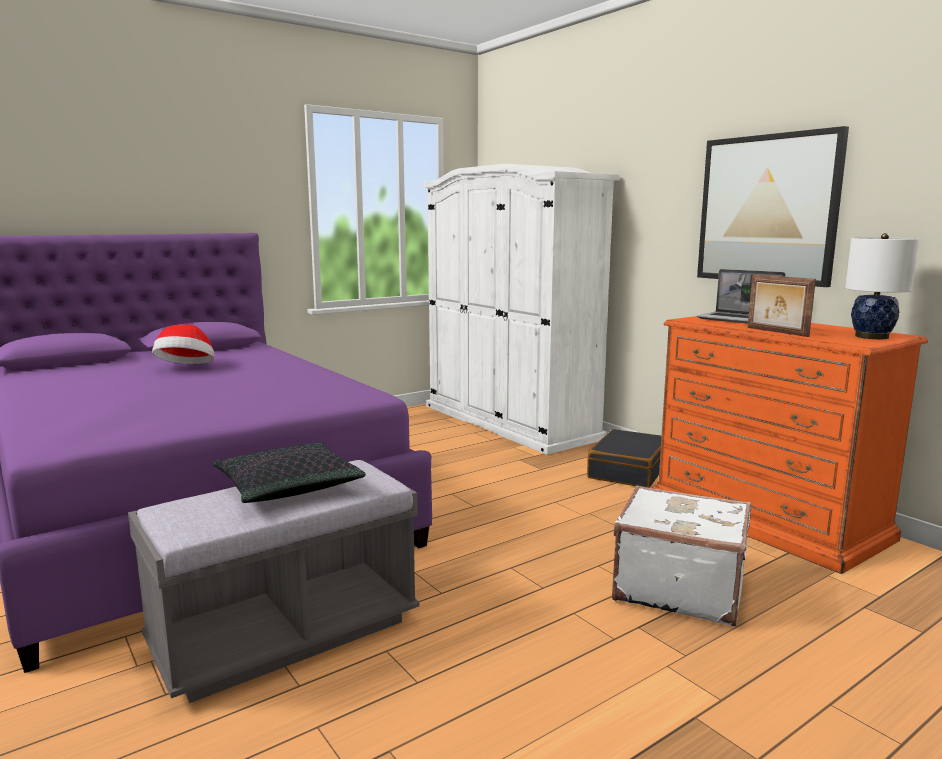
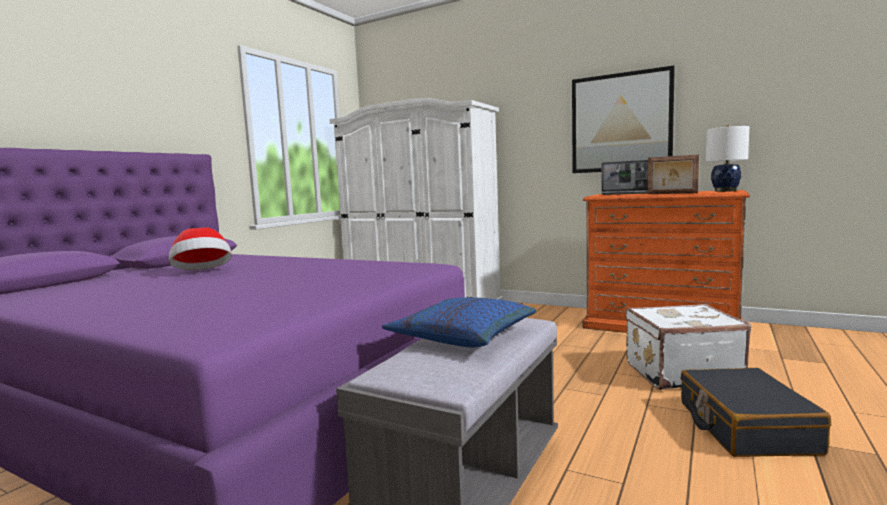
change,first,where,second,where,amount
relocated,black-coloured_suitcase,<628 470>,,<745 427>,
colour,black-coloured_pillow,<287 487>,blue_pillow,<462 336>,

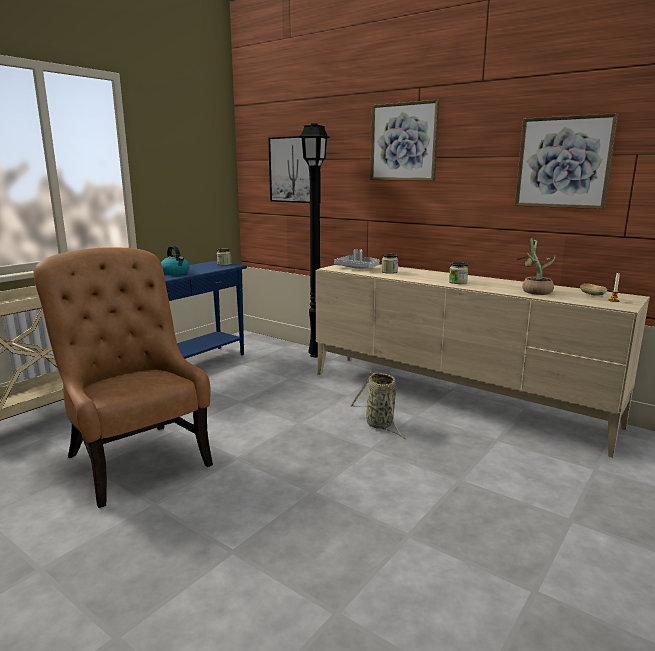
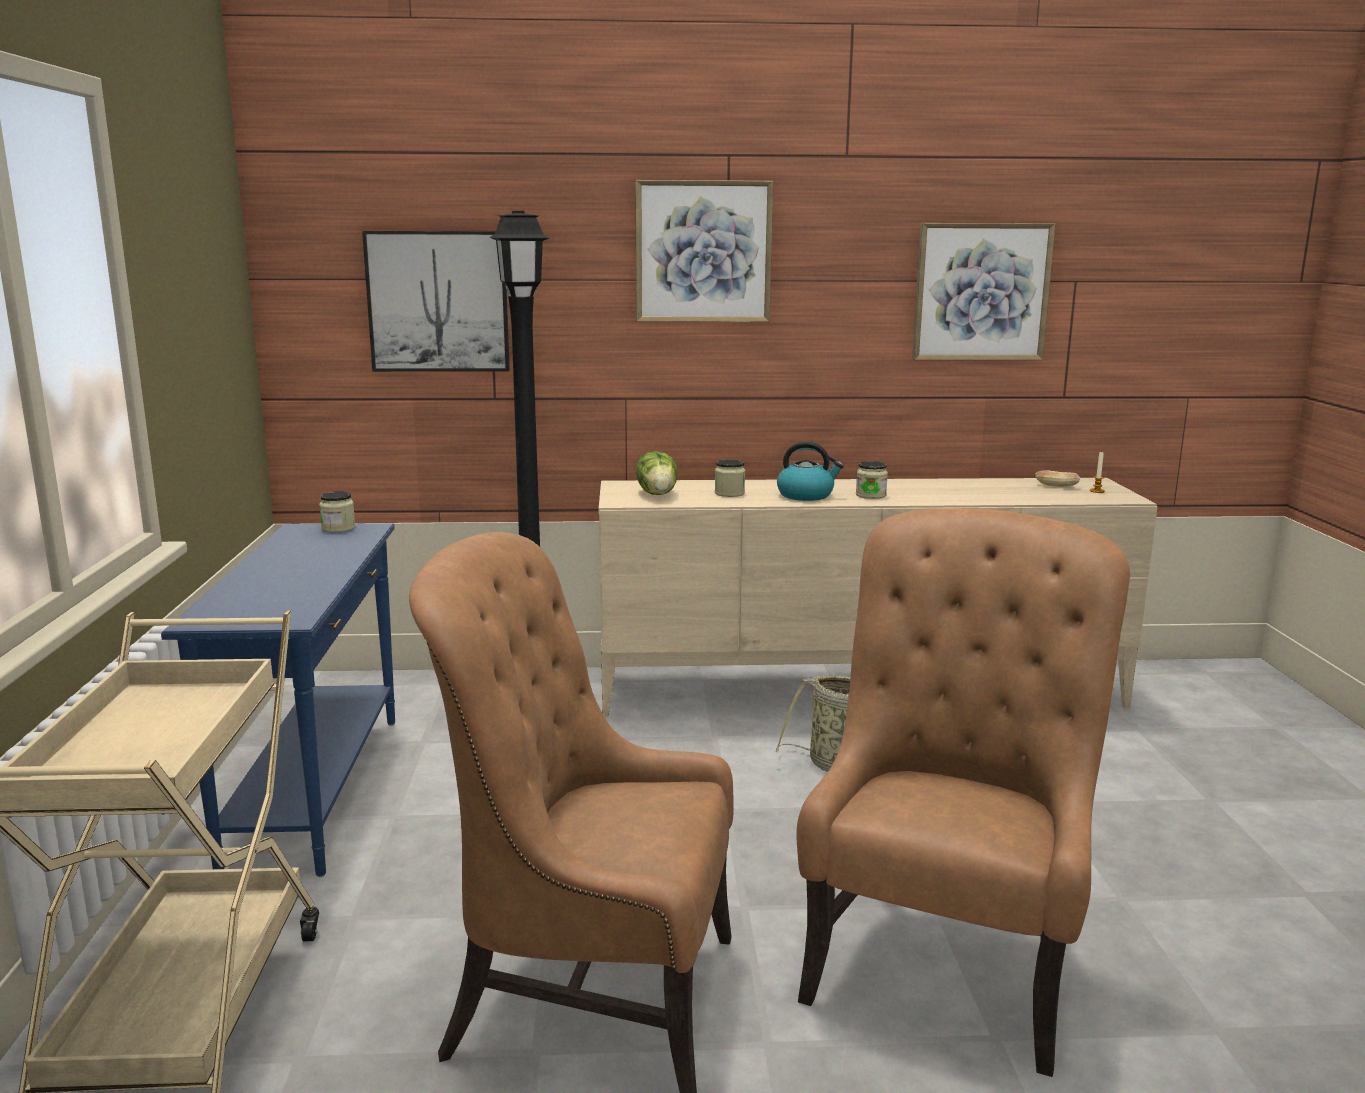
change,first,where,second,where,amount
missing,potted_plant,<534 291>,,,
appeared,,,brownish_chair,<946 960>,
relocated,kettle,<175 273>,,<806 495>,
exchanged,gray_tray,<357 268>,lettuce_head,<658 494>,

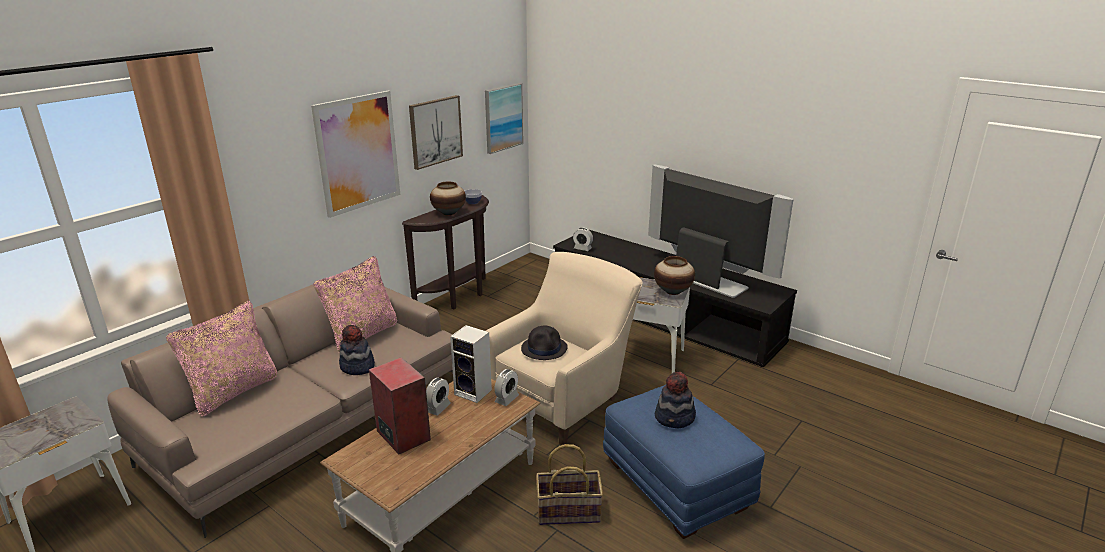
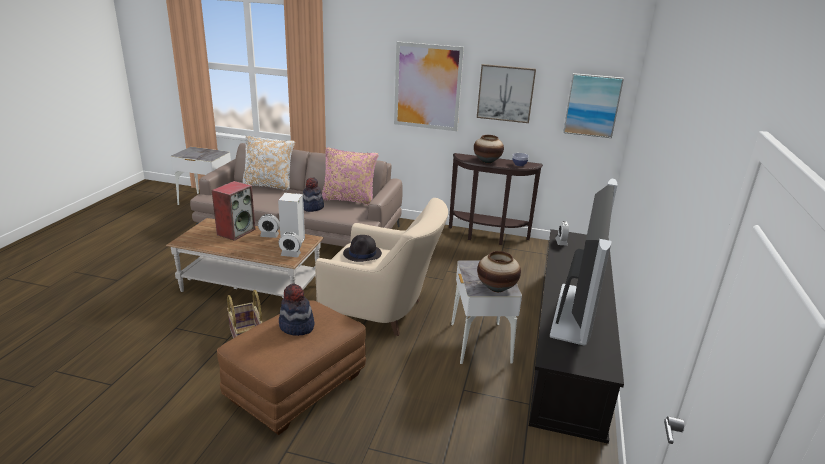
change,first,where,second,where,amount
colour,pinkish_pillow,<235 392>,whitish_pillow,<269 186>,
colour,blue_pouffe,<677 484>,brownish_pouffe,<297 388>,

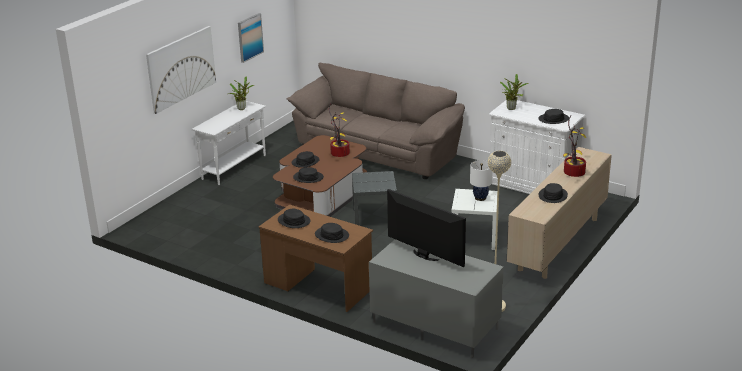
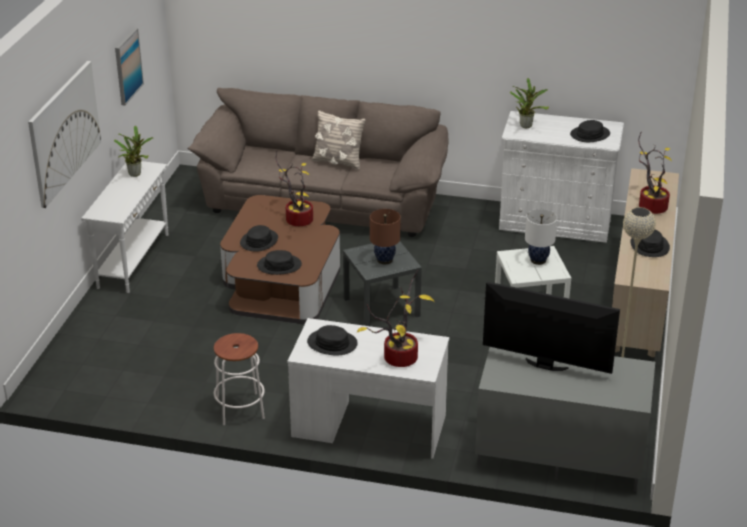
change,first,where,second,where,amount
appeared,,,whitish_stool_seat,<240 408>,
appeared,,,beige_pillow,<338 162>,
appeared,,,brownish_lamp_for_a_table,<385 260>,
exchanged,black-coloured_wearable_hat,<332 235>,potted_plant,<400 356>,
colour,brownish_desk_table,<318 286>,whitish_desk_table,<369 426>,

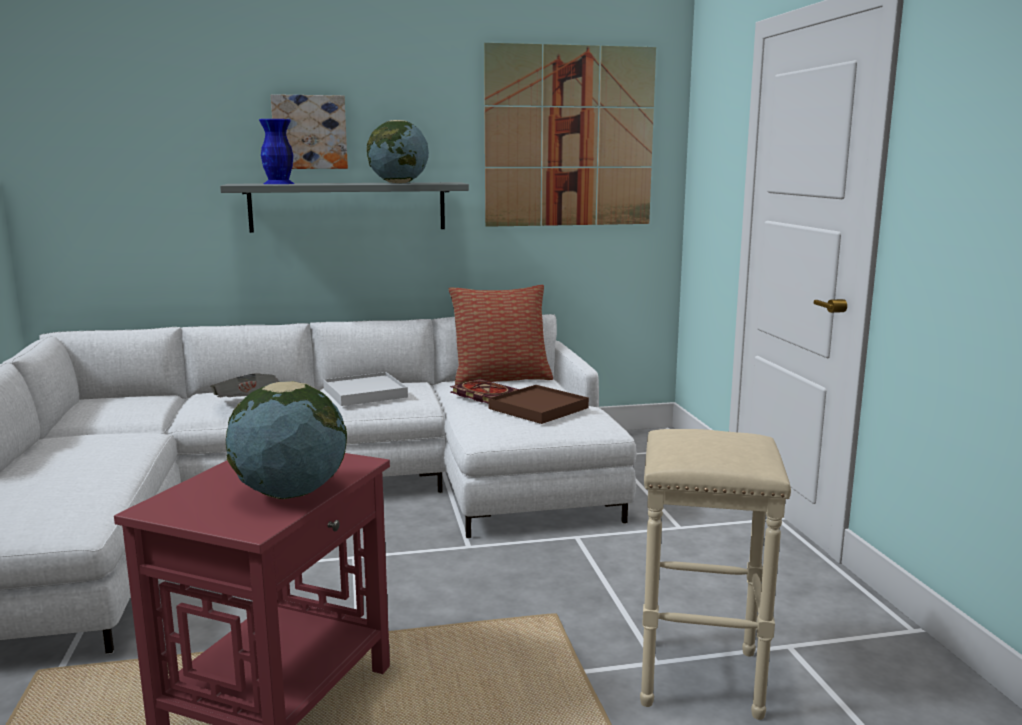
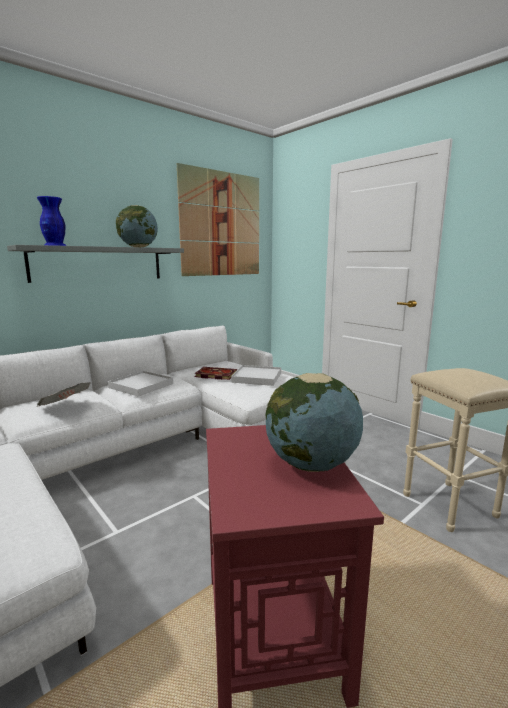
change,first,where,second,where,amount
missing,picture,<310 132>,,,
missing,pillow,<501 379>,,,
colour,brownish_tray,<538 408>,whitish_tray,<257 377>,

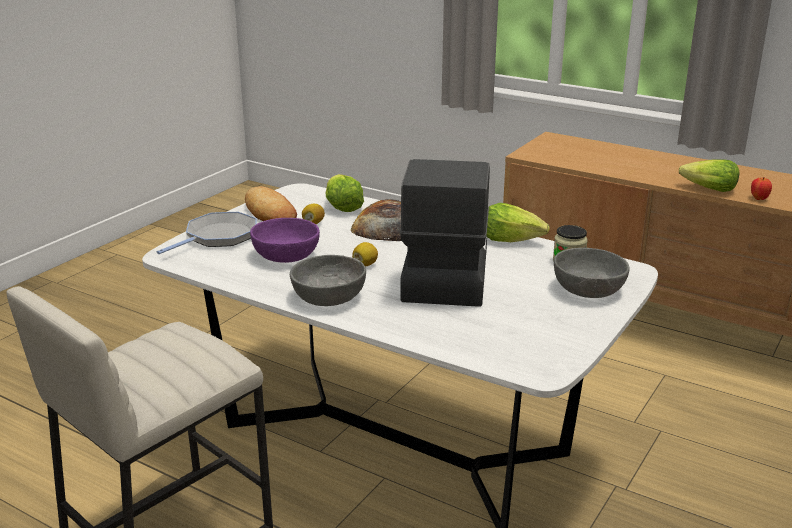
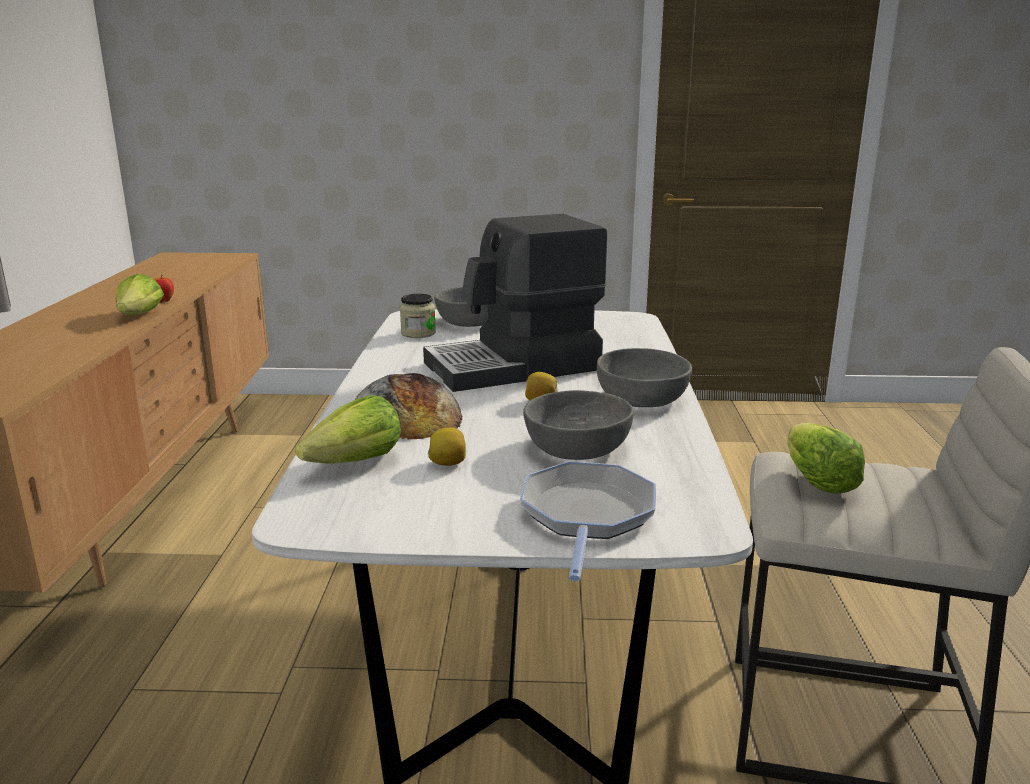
change,first,where,second,where,amount
missing,bread,<270 212>,,,
relocated,lettuce_head,<511 240>,,<816 480>,
colour,purple-coloured_bowl,<286 255>,gray_bowl,<576 448>,
spun,skillet,<218 237>,,<587 516>,90 degrees clockwise

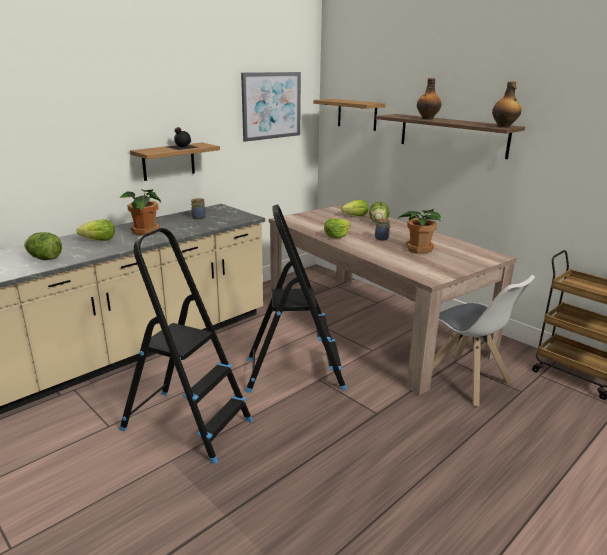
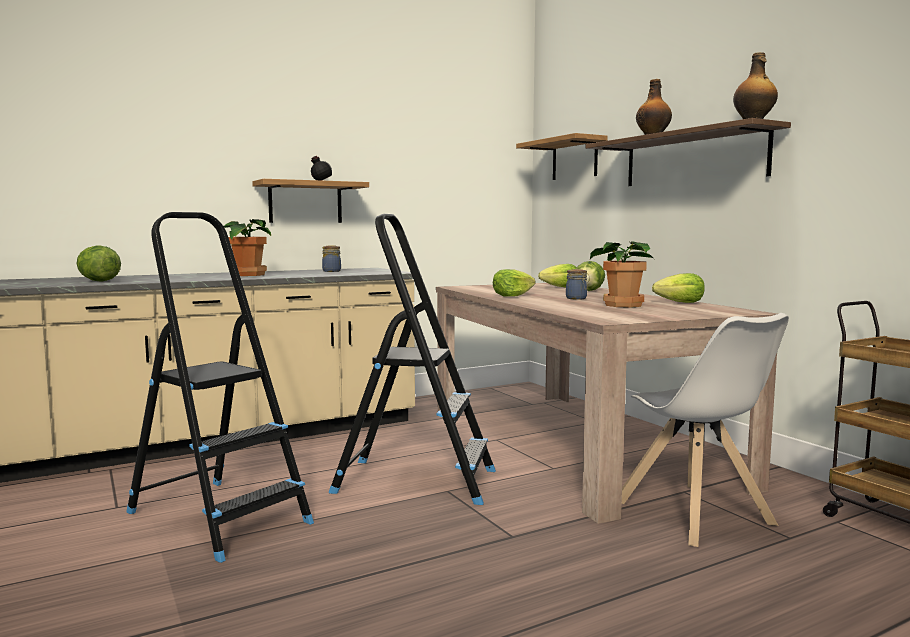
change,first,where,second,where,amount
missing,picture,<271 105>,,,
relocated,lettuce_head,<99 240>,,<680 302>,

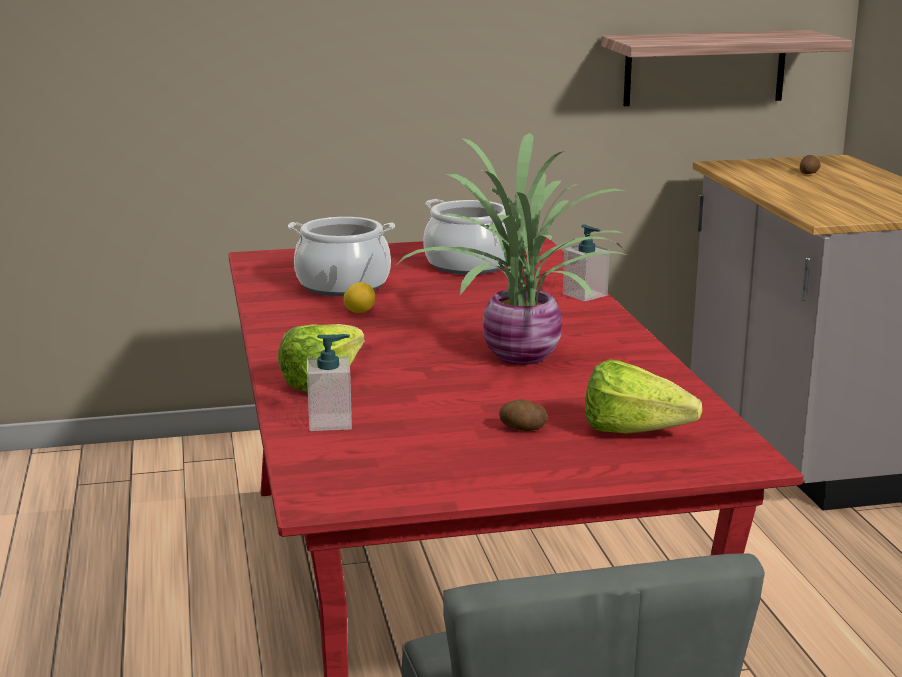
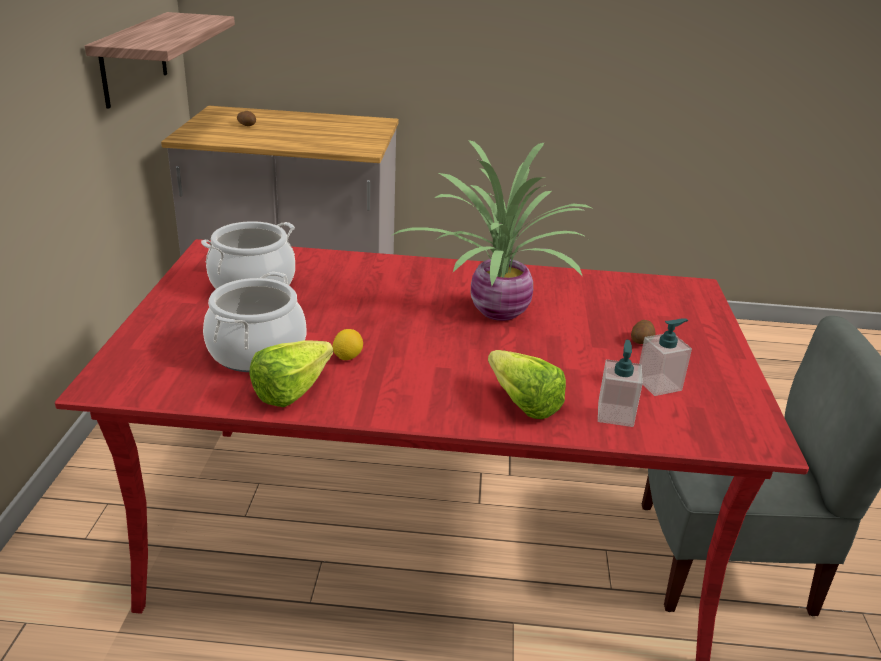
change,first,where,second,where,amount
relocated,soap_dispenser,<585 295>,,<659 384>,
relocated,lettuce_head,<642 434>,,<298 389>,

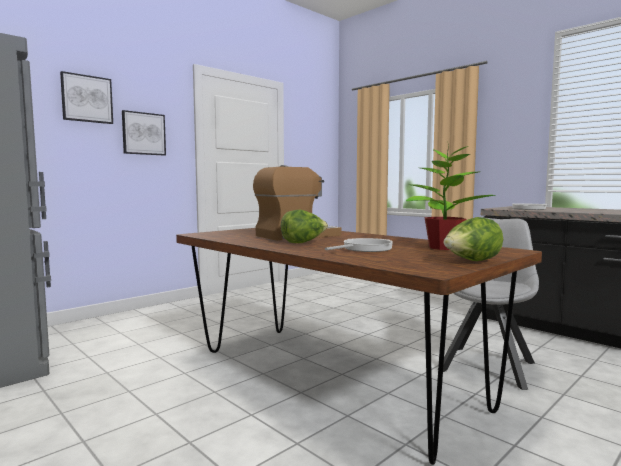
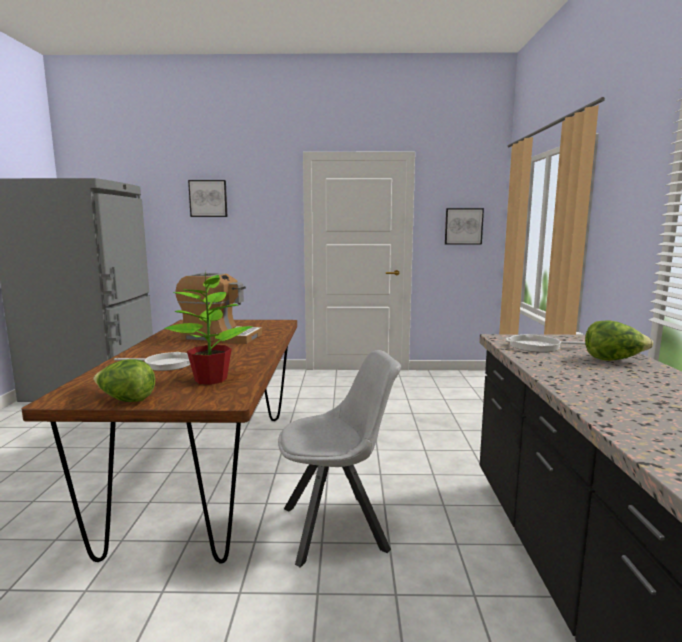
change,first,where,second,where,amount
relocated,picture,<143 133>,,<463 226>,
relocated,lettuce_head,<303 242>,,<613 360>,

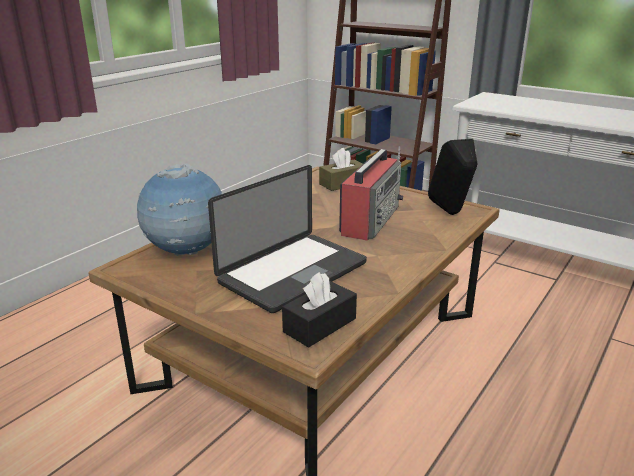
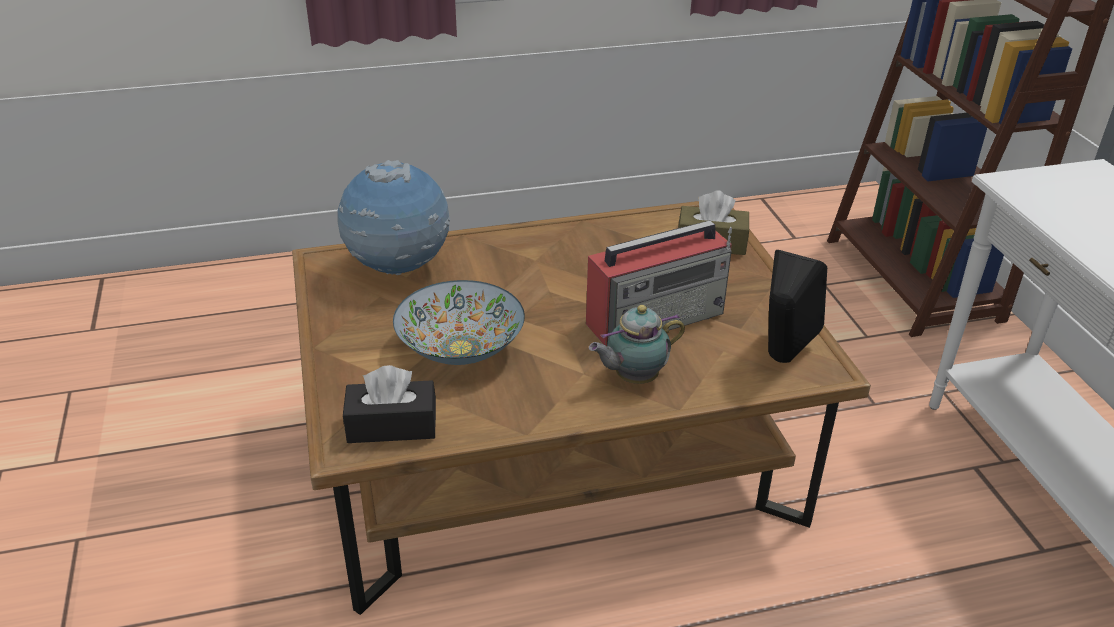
change,first,where,second,where,amount
appeared,,,teapot,<633 378>,
exchanged,notebook_computer,<293 273>,bowl,<461 348>,

